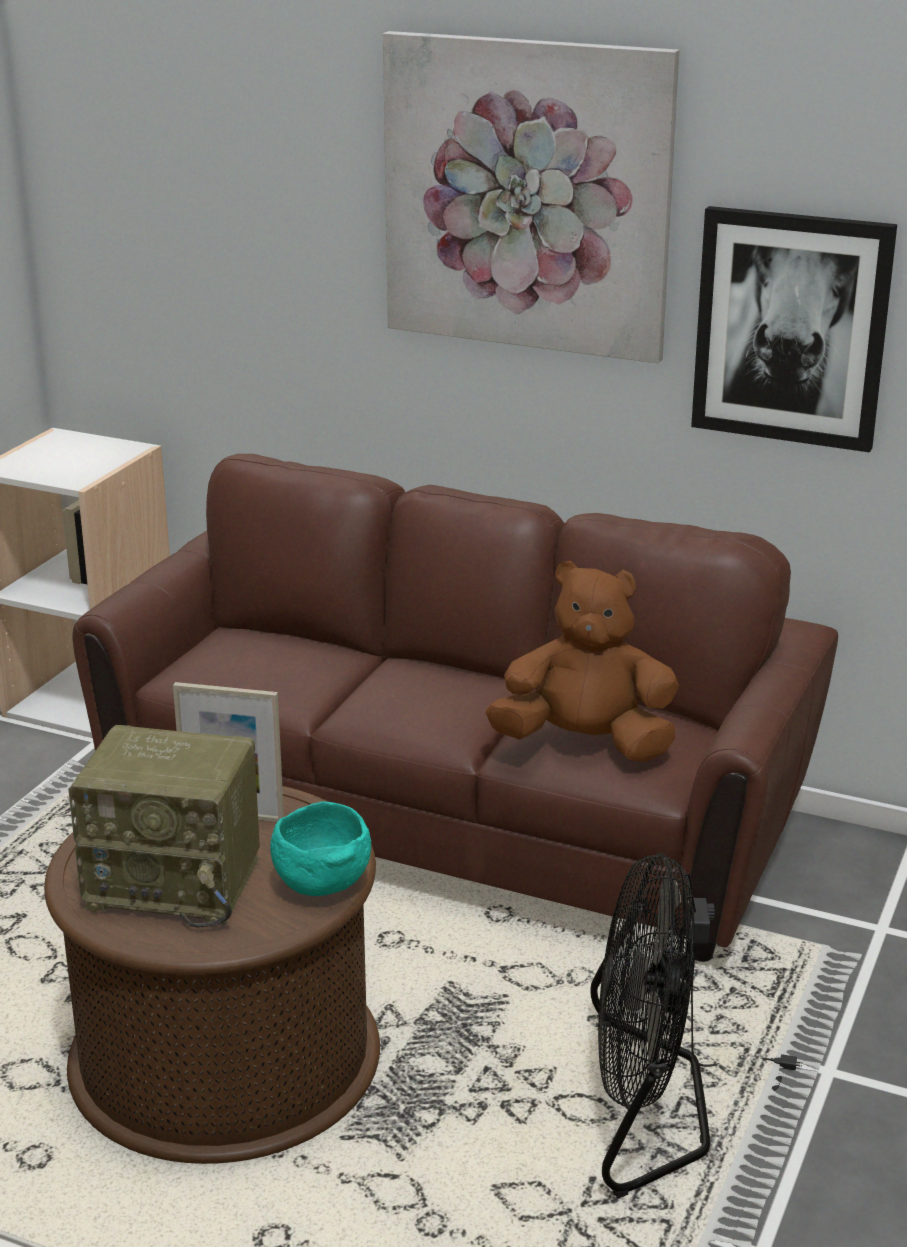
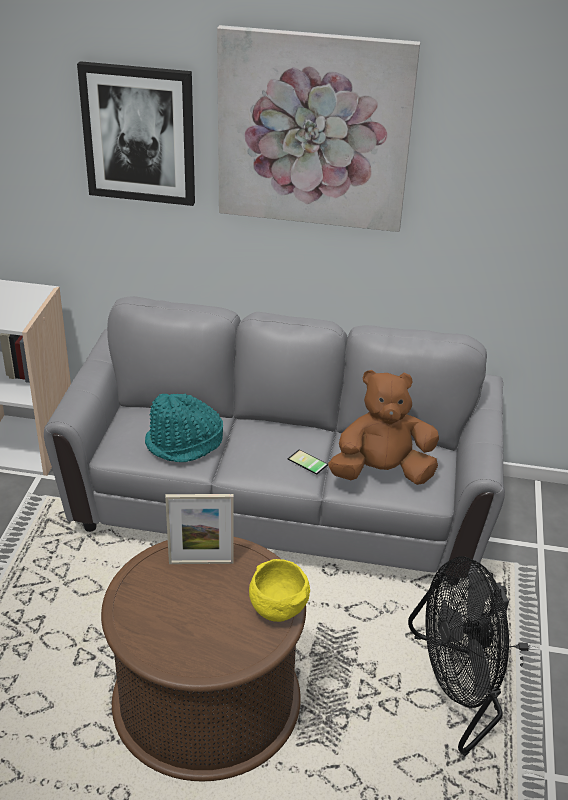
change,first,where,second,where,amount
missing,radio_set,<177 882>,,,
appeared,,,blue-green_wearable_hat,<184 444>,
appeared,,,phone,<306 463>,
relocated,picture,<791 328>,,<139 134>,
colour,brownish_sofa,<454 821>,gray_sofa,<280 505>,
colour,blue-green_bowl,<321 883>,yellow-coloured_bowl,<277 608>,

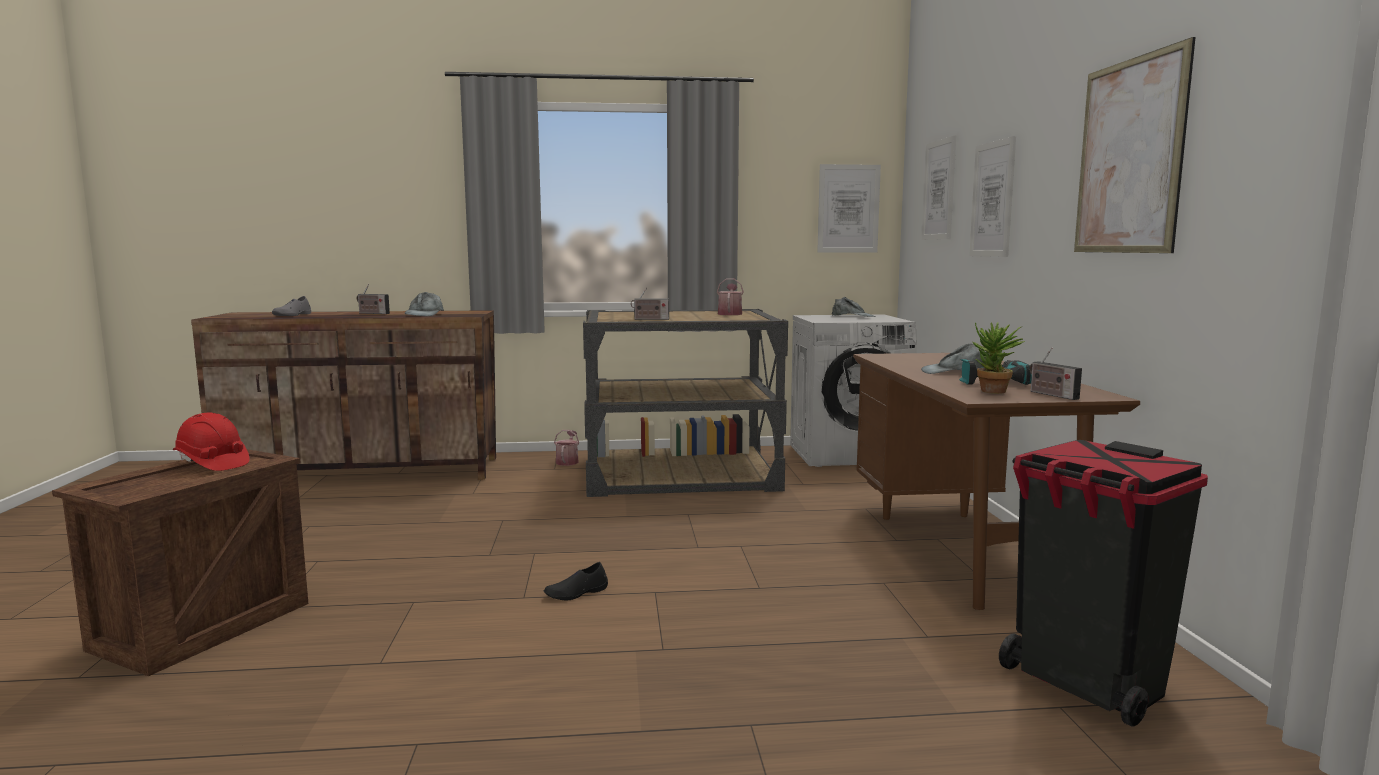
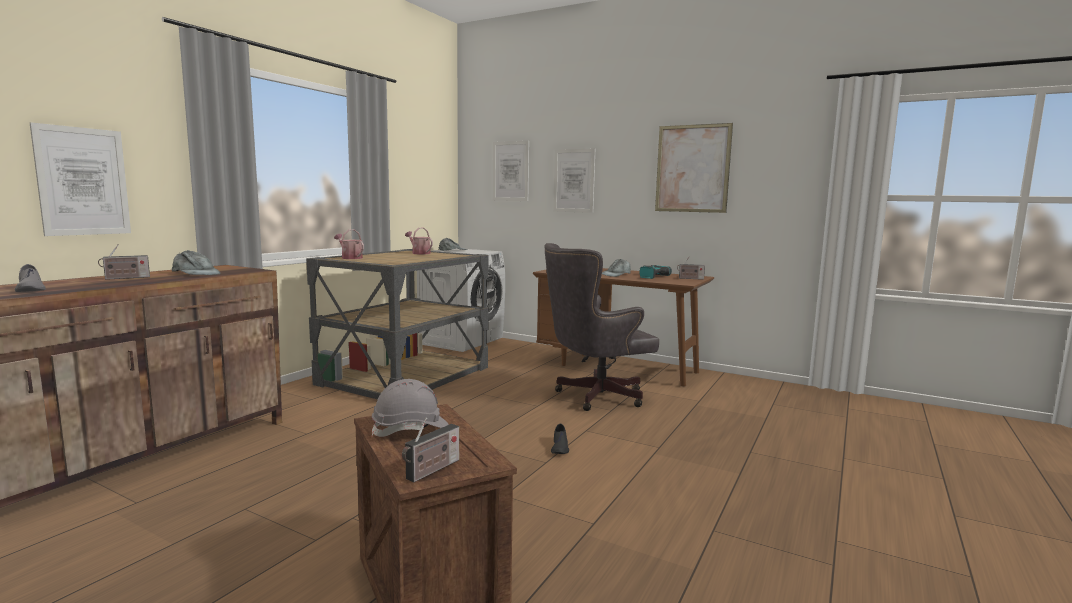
change,first,where,second,where,amount
missing,potted_plant,<993 392>,,,
missing,black-coloured_waste_bin,<1087 684>,,,
appeared,,,gray_desk_chair,<595 397>,
relocated,watering_can,<567 461>,,<350 258>,
relocated,radio_set,<649 319>,,<431 470>,
relocated,picture,<848 208>,,<83 181>,
colour,red-coloured_work_helmet,<212 464>,gray_work_helmet,<411 429>,

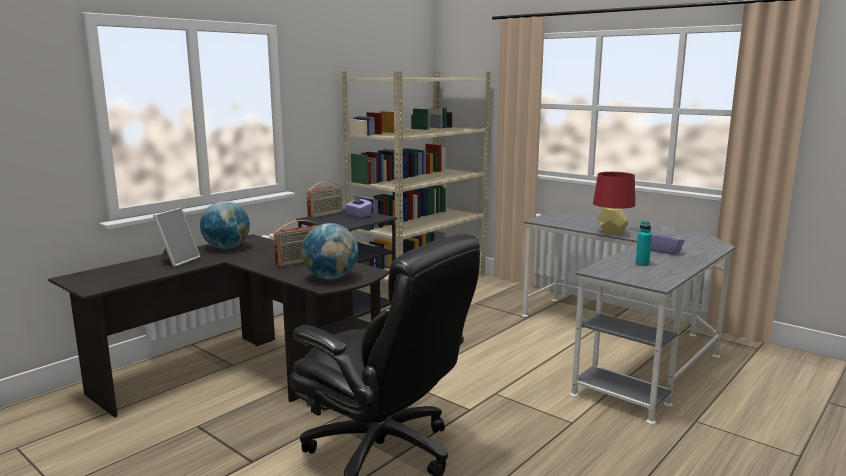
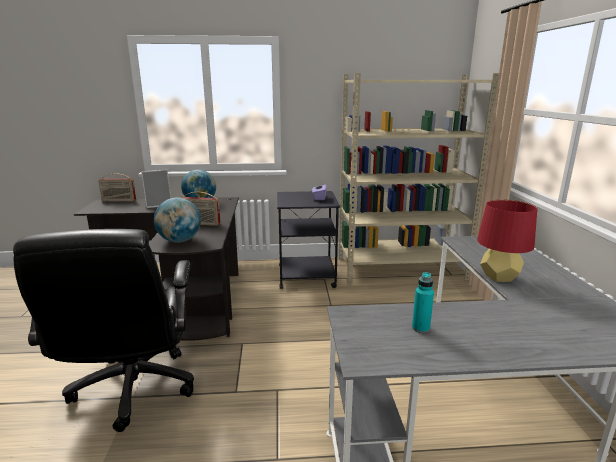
change,first,where,second,where,amount
missing,purple-coloured_tissue_box,<664 251>,,,
relocated,radio_set,<326 214>,,<118 201>,

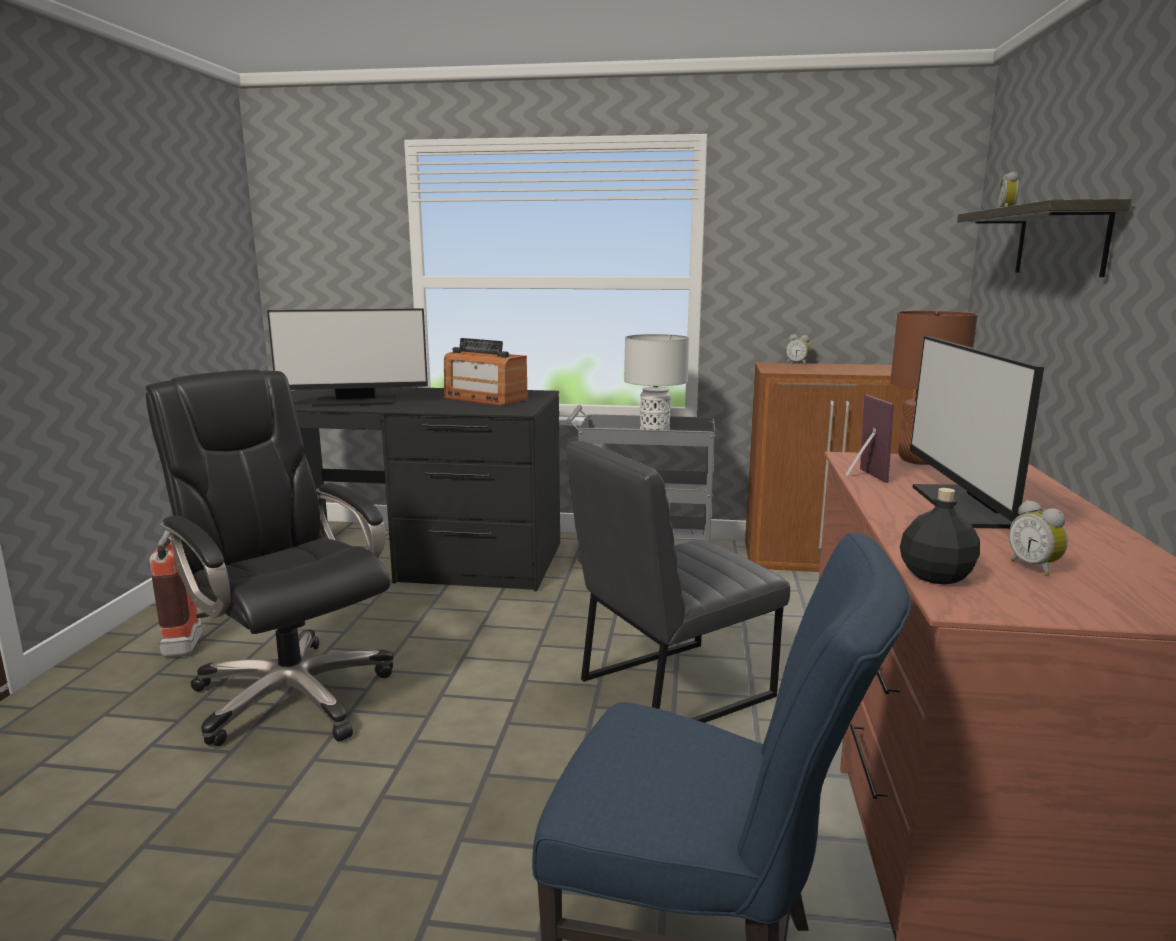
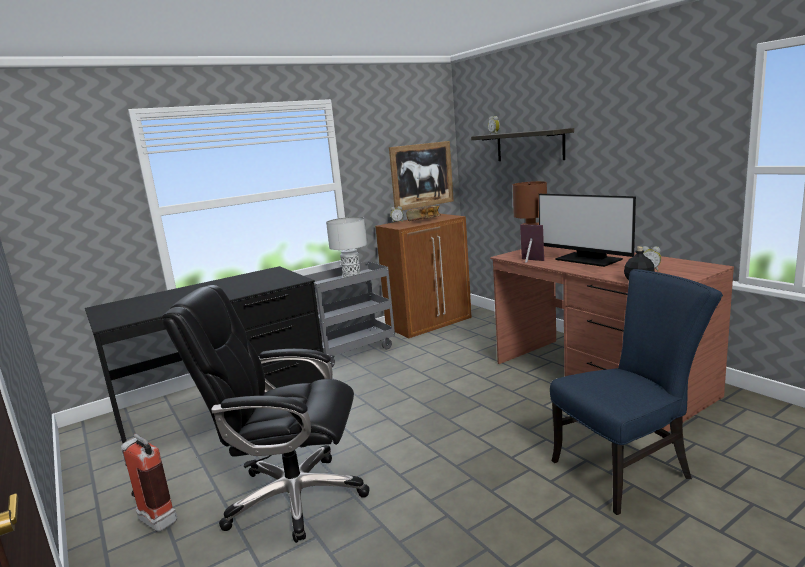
change,first,where,second,where,amount
missing,computer_display,<355 401>,,,
missing,radio_set,<484 398>,,,
missing,gray_chair,<671 688>,,,
appeared,,,picture,<422 175>,
appeared,,,bound_book,<424 220>,

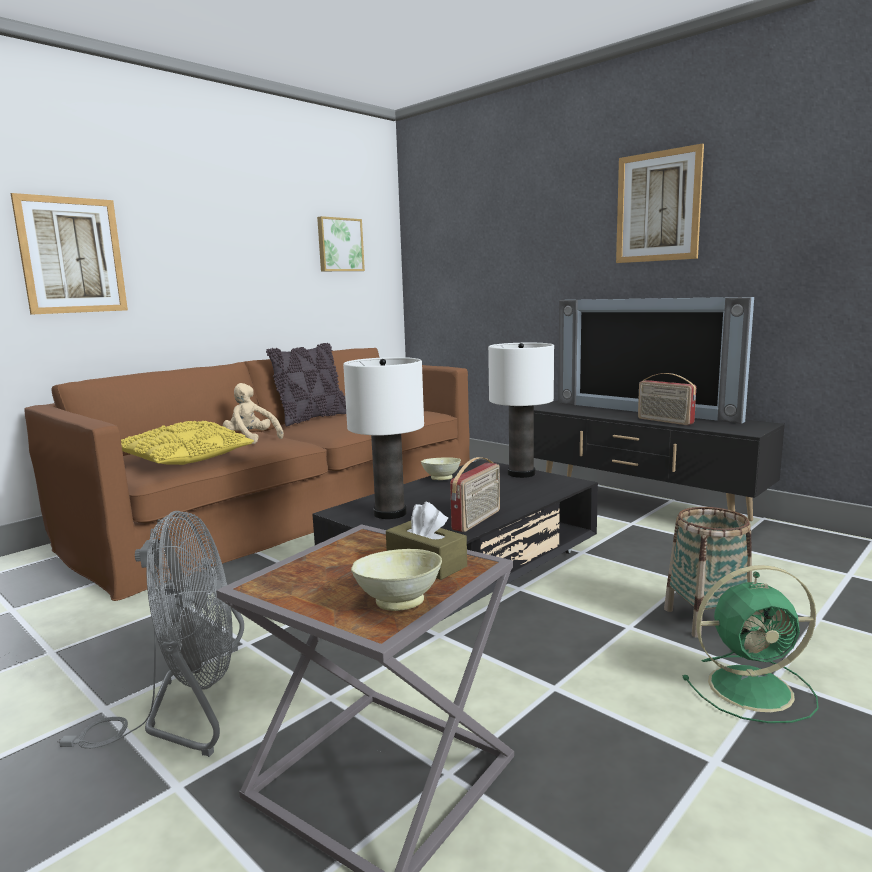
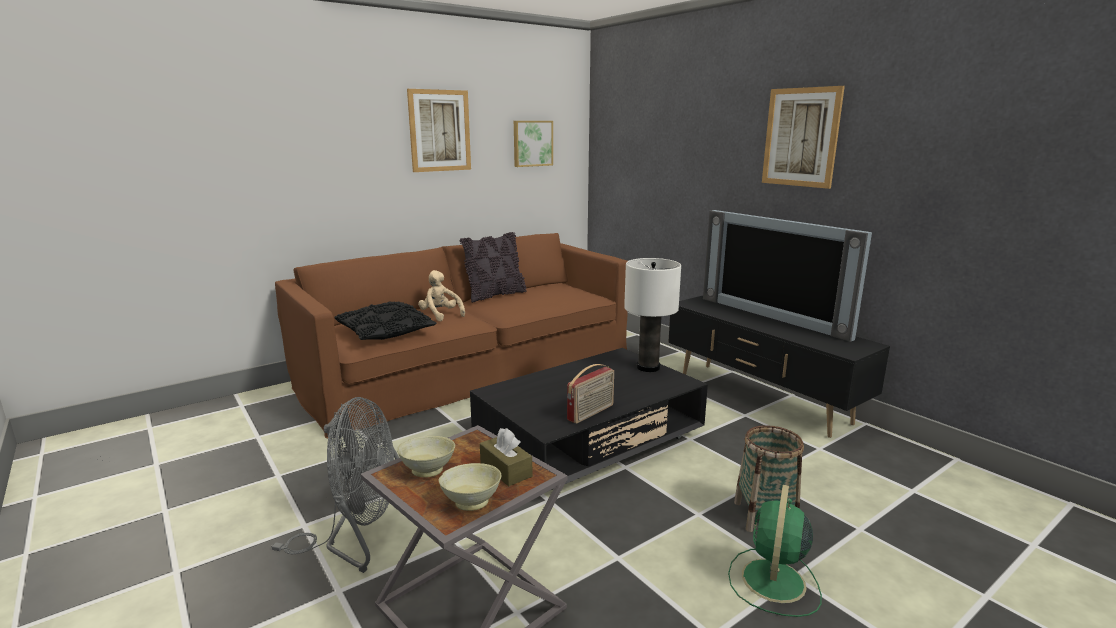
change,first,where,second,where,amount
missing,whitish_lamp_for_a_table,<389 513>,,,
missing,radio_set,<664 421>,,,
relocated,picture,<72 255>,,<439 131>,
relocated,beige_bowl,<442 478>,,<429 470>,
colour,yellow-coloured_pillow,<185 459>,black-coloured_pillow,<385 332>,
spun,green-coloured_fan,<754 688>,,<773 582>,105 degrees clockwise

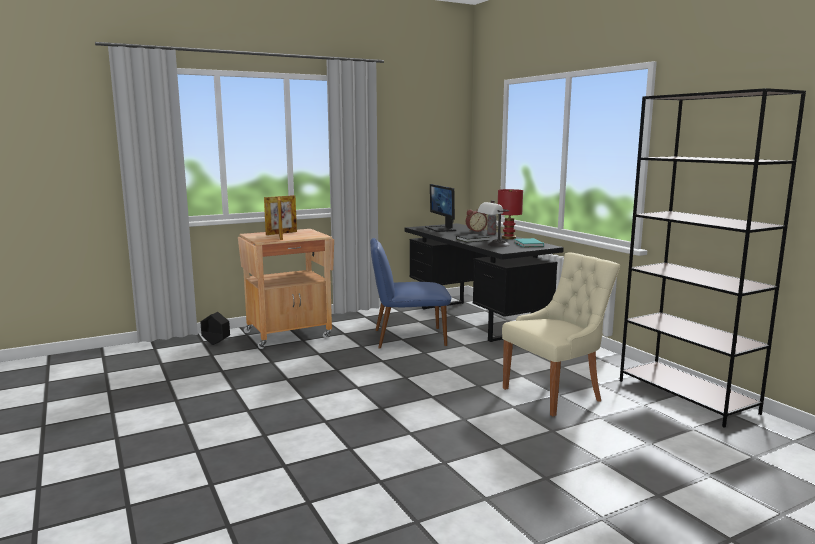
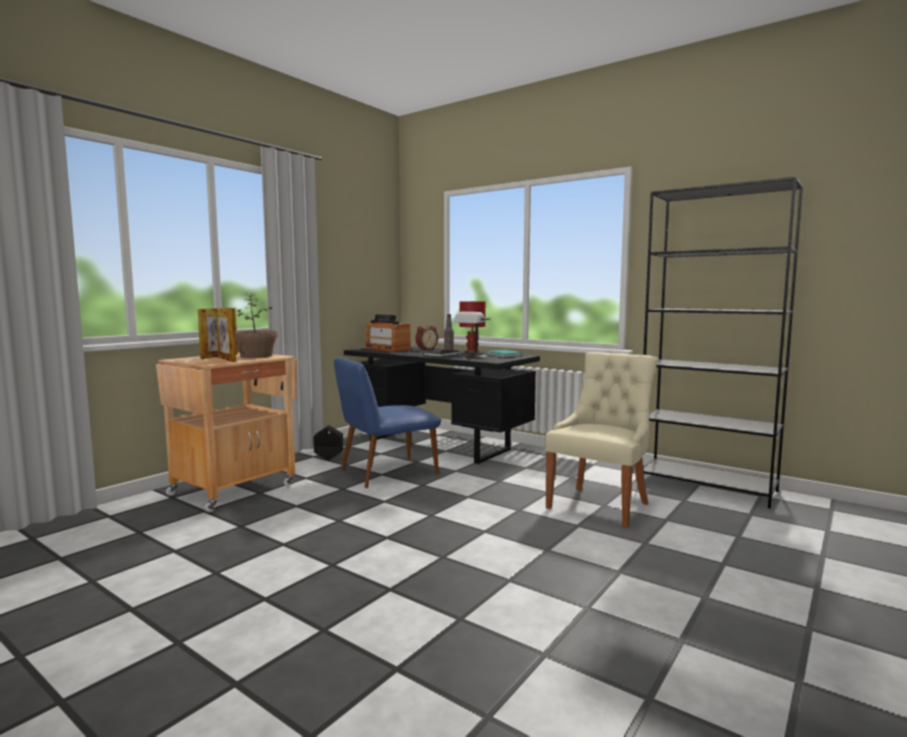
change,first,where,second,where,amount
appeared,,,potted_plant,<256 356>,
relocated,black-coloured_plant_pot,<216 343>,,<329 458>,
exchanged,computer_display,<441 229>,radio_set,<387 349>,
colour,brownish_shelving_unit,<687 396>,gray_shelving_unit,<707 486>,

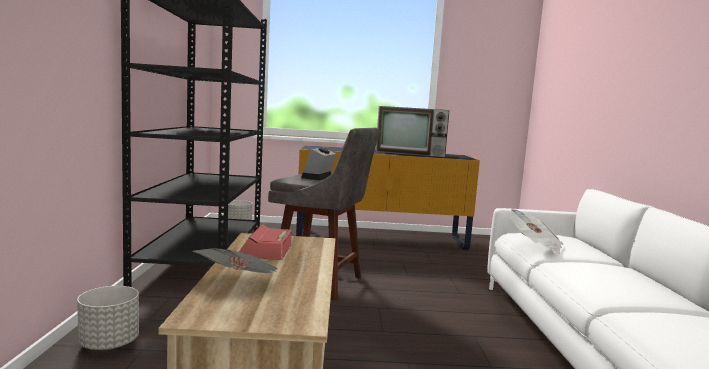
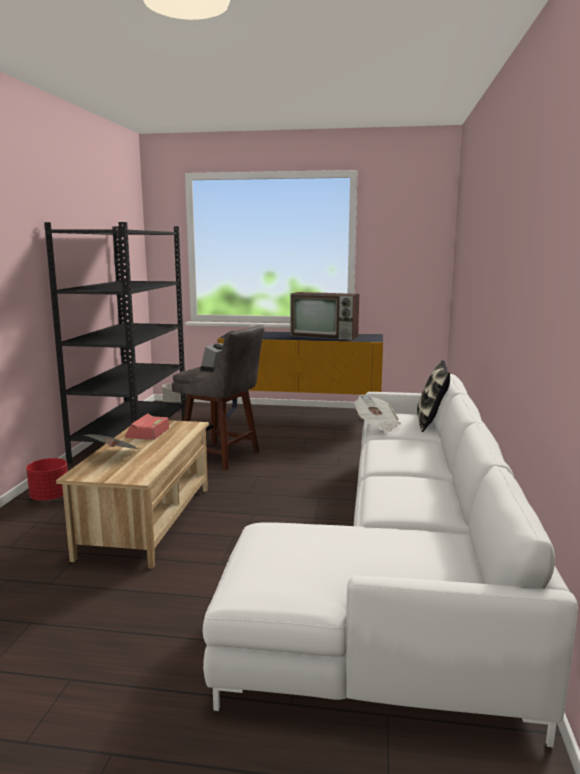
change,first,where,second,where,amount
appeared,,,pillow,<431 423>,
colour,gray_plant_pot,<109 344>,red-coloured_plant_pot,<50 498>,

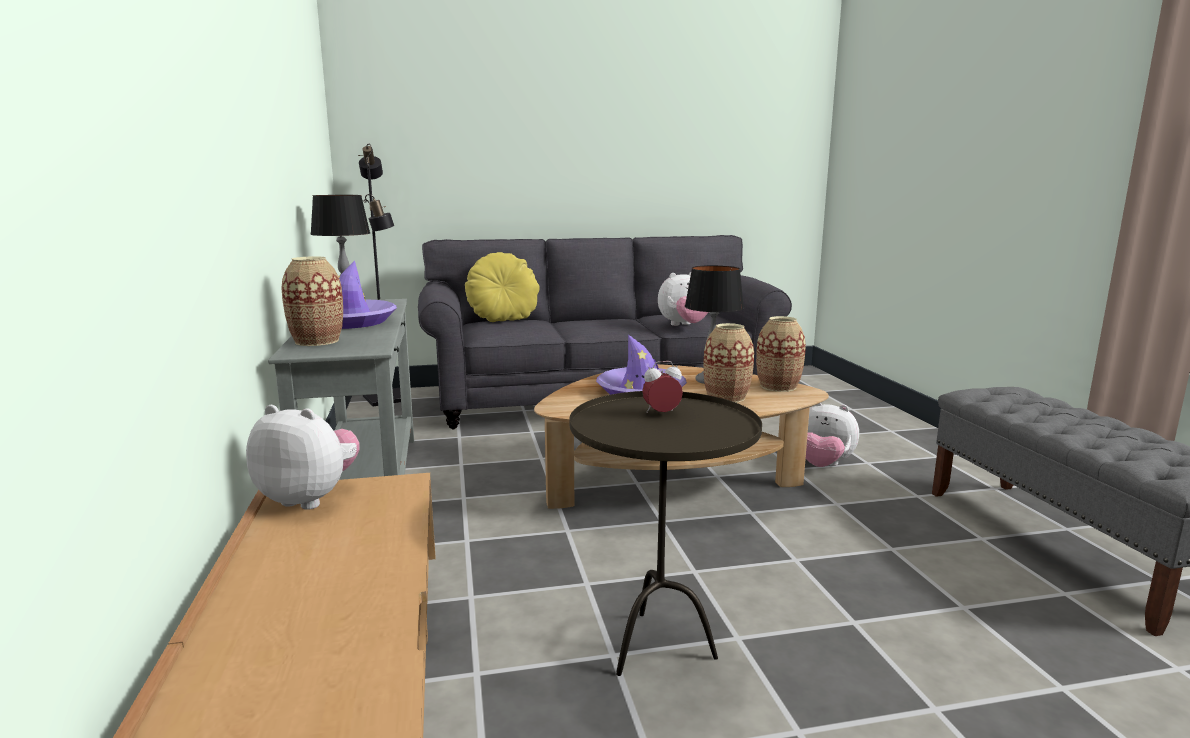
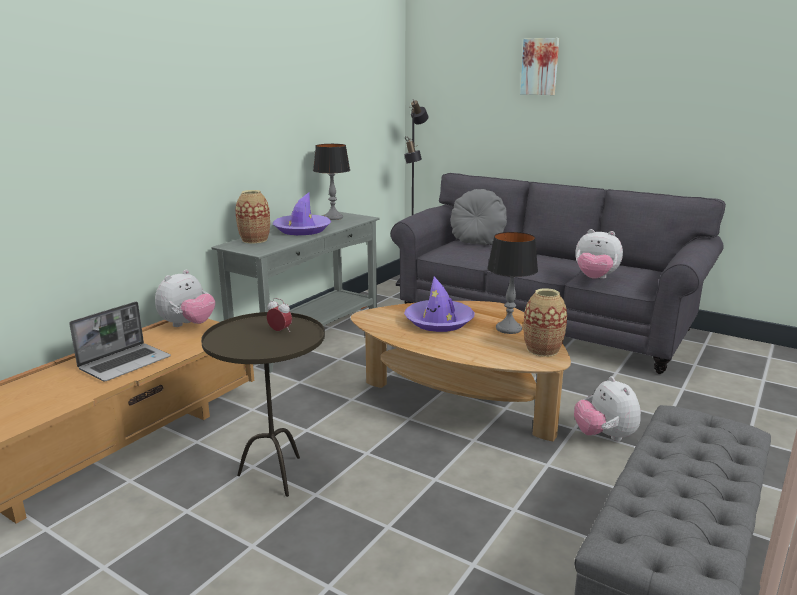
change,first,where,second,where,amount
missing,vase,<726 397>,,,
appeared,,,notebook_computer,<125 363>,
appeared,,,picture,<540 66>,
colour,yellow-coloured_pillow,<503 320>,gray_pillow,<477 242>,
spun,cuddly_toy,<310 498>,,<188 325>,60 degrees clockwise

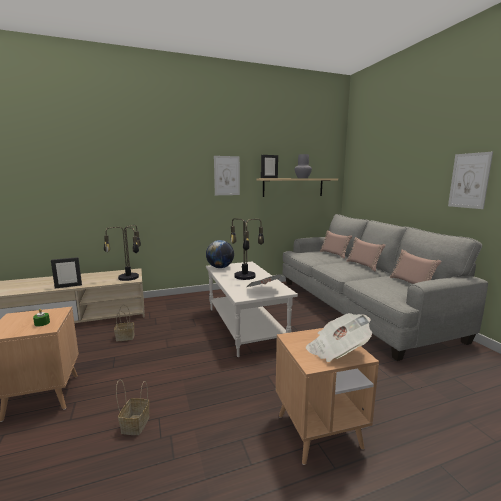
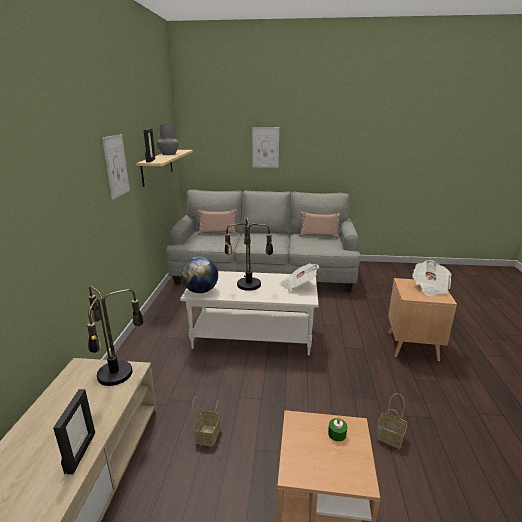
change,first,where,second,where,amount
missing,beige_pillow,<363 266>,,,
relocated,picture,<469 180>,,<265 147>,

